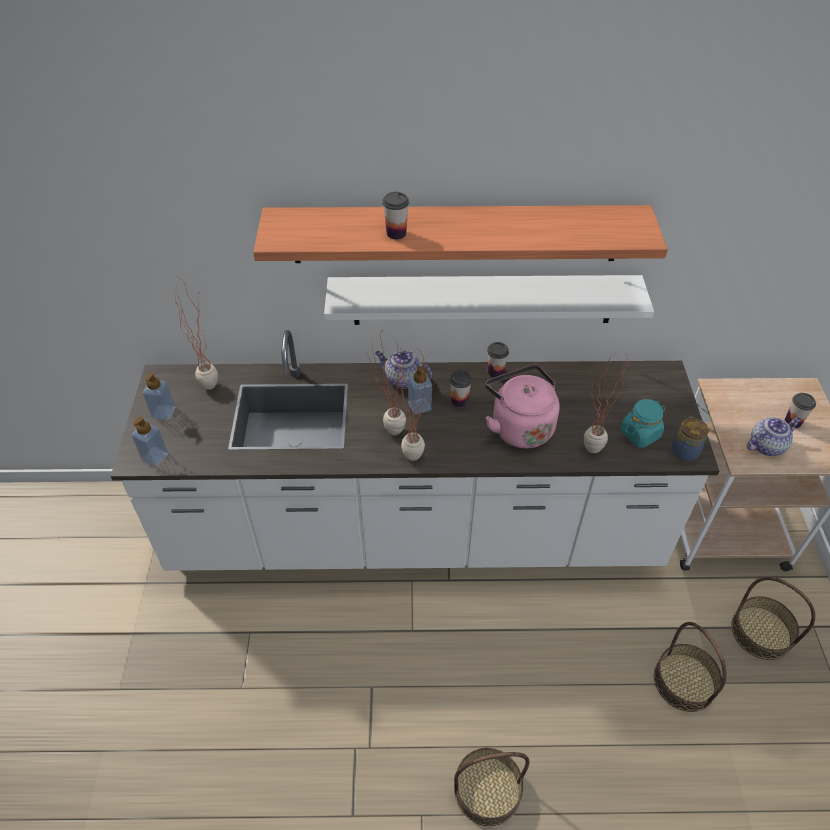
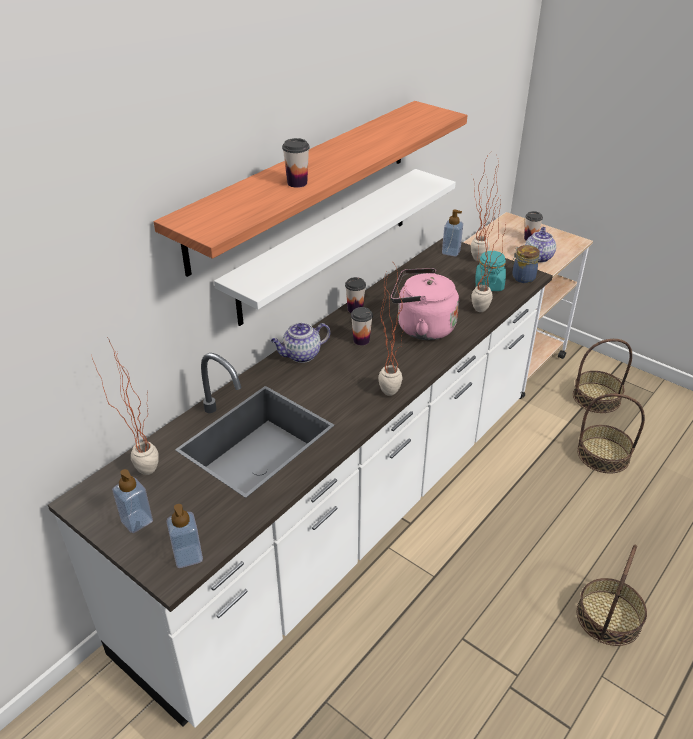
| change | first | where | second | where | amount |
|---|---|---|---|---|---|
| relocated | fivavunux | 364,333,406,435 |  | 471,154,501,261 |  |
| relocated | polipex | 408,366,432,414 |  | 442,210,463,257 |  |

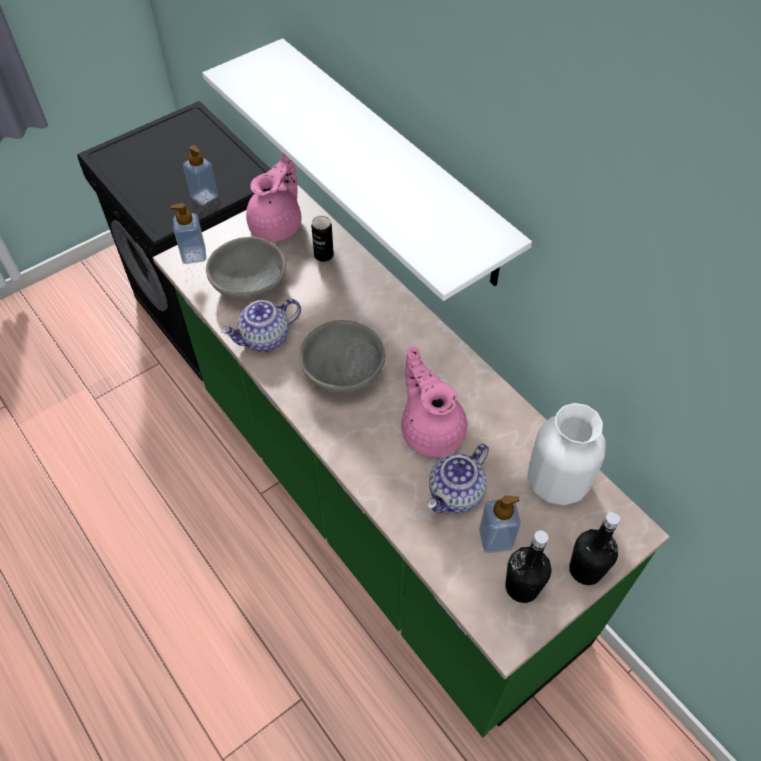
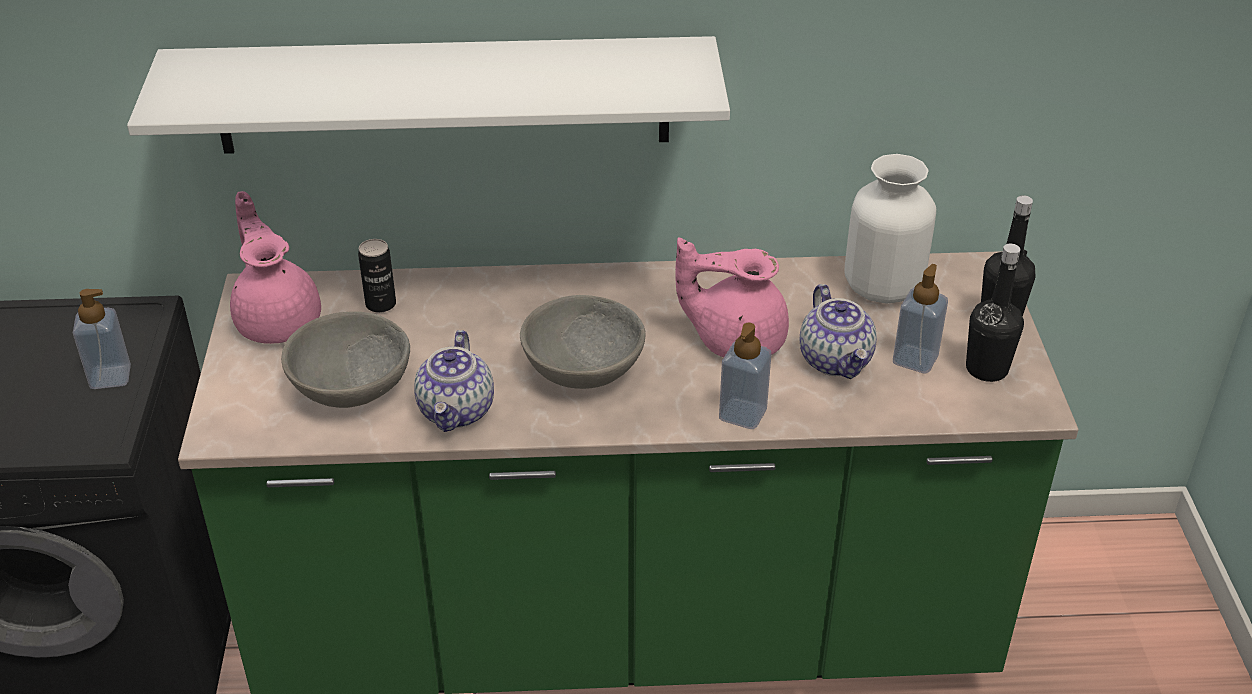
| change | first | where | second | where | amount |
|---|---|---|---|---|---|
| relocated | polipex | 171,203,206,264 |  | 719,323,771,429 |  |

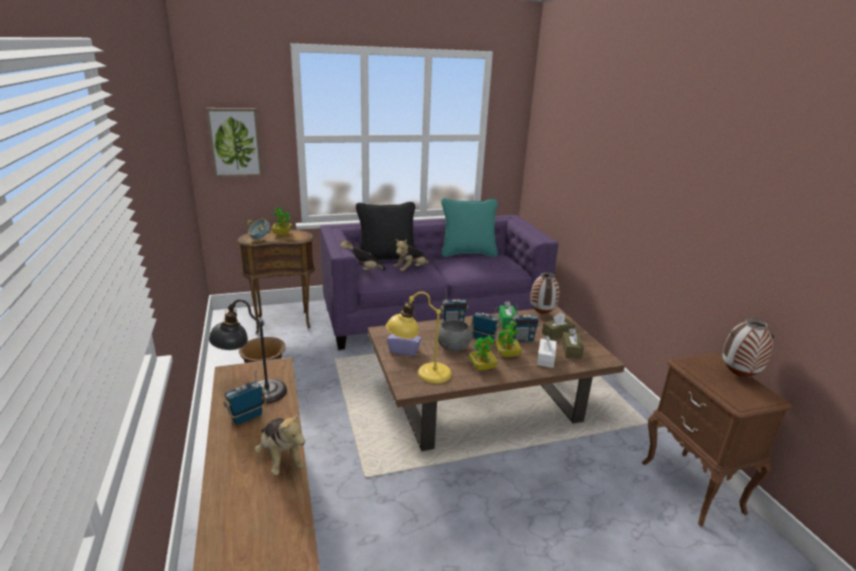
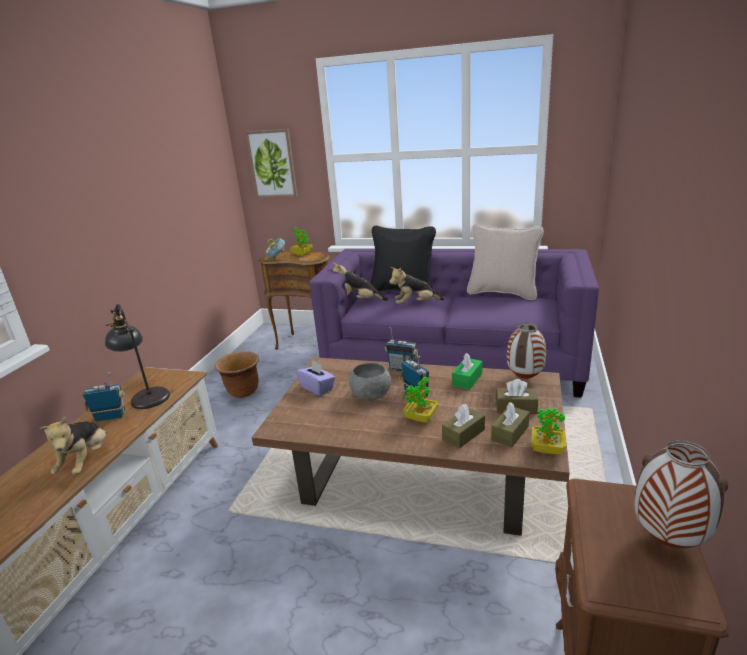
| change | first | where | second | where | amount |
|---|---|---|---|---|---|
| missing | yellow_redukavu | 386,292,452,384 |  |  |  |
| colour | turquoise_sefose | 442,198,498,257 | beige_sefose | 467,224,544,300 |  |
| relocated | fivavunux | 469,336,498,371 |  | 531,408,566,454 |  |
| missing | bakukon | 509,304,540,342 |  |  |  |
| colour | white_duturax | 537,335,557,368 | brown_duturax | 442,404,485,449 |  |

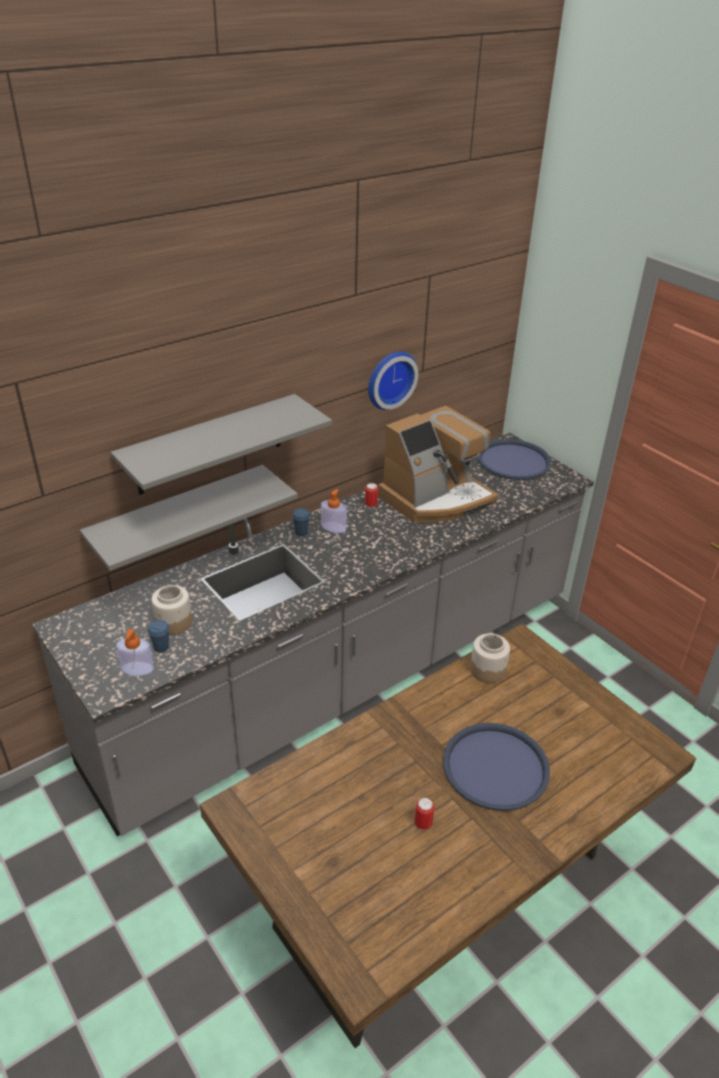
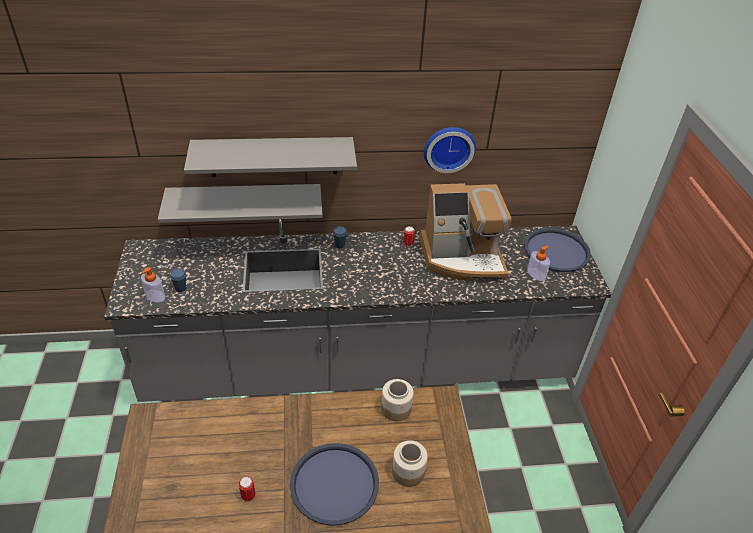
| change | first | where | second | where | amount |
|---|---|---|---|---|---|
| relocated | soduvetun | 151,585,192,635 |  | 392,440,428,487 |  |
| relocated | polipex | 321,489,347,533 |  | 527,246,550,281 |  |

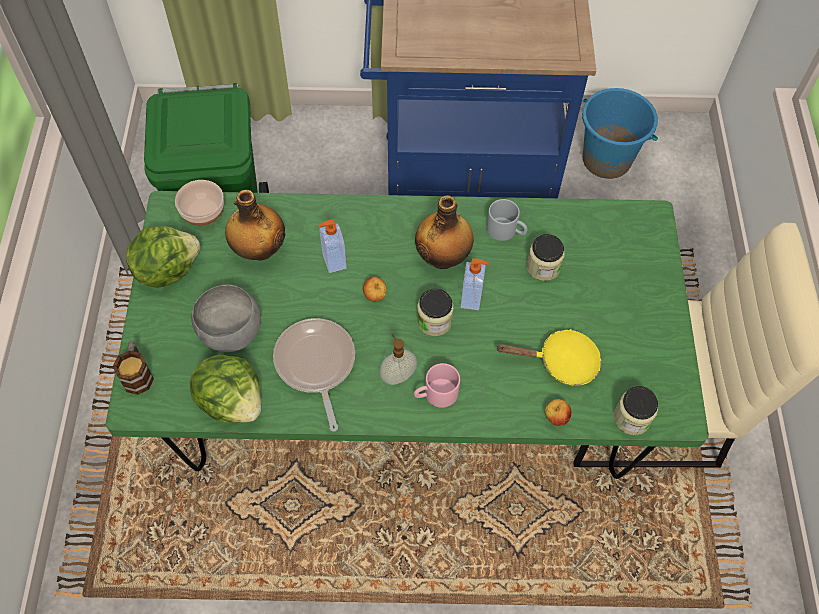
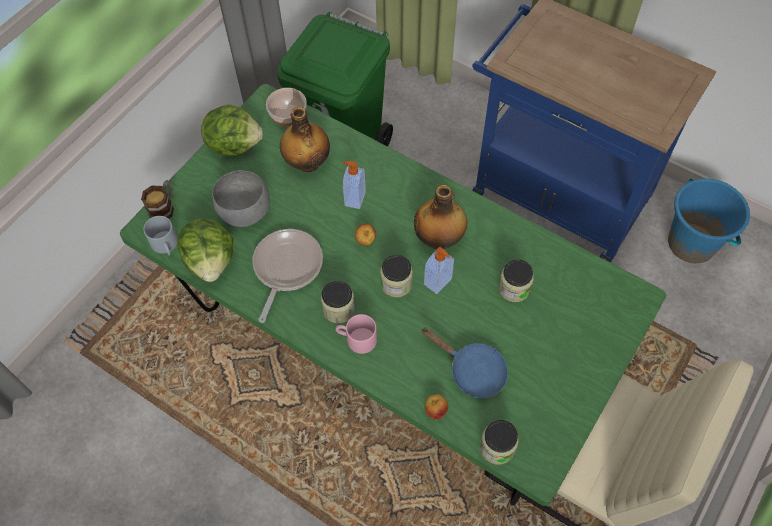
| change | first | where | second | where | amount |
|---|---|---|---|---|---|
| exchanged | polipex | 380,334,417,385 | soduvetun | 321,281,355,323 |  |
| relocated | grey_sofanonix | 486,199,527,241 |  | 143,216,178,256 |  |
| colour | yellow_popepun | 496,329,601,386 | blue_popepun | 421,327,508,398 |  |

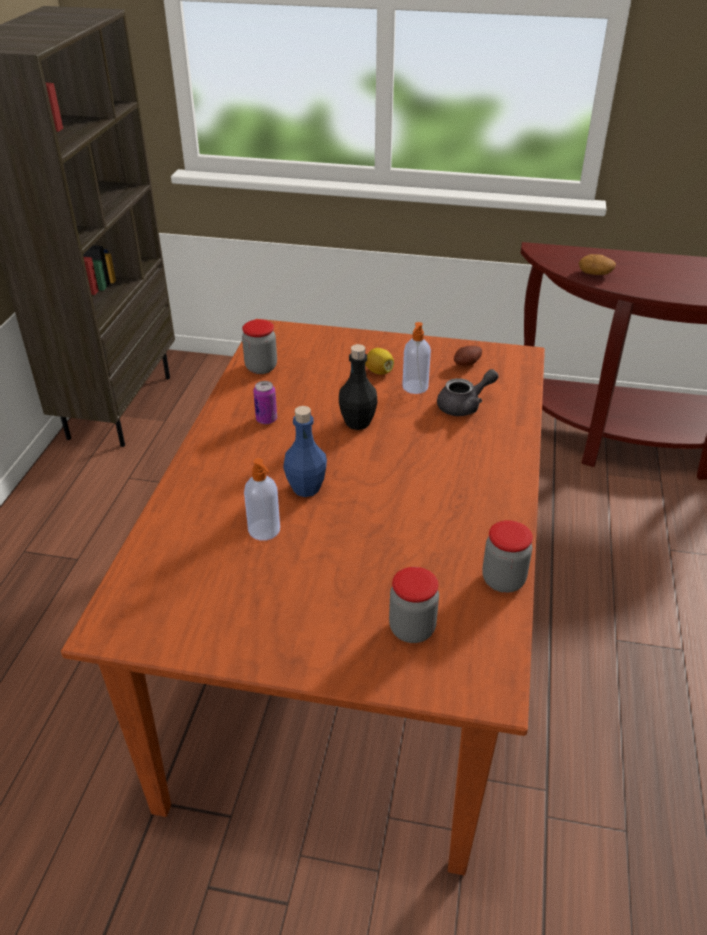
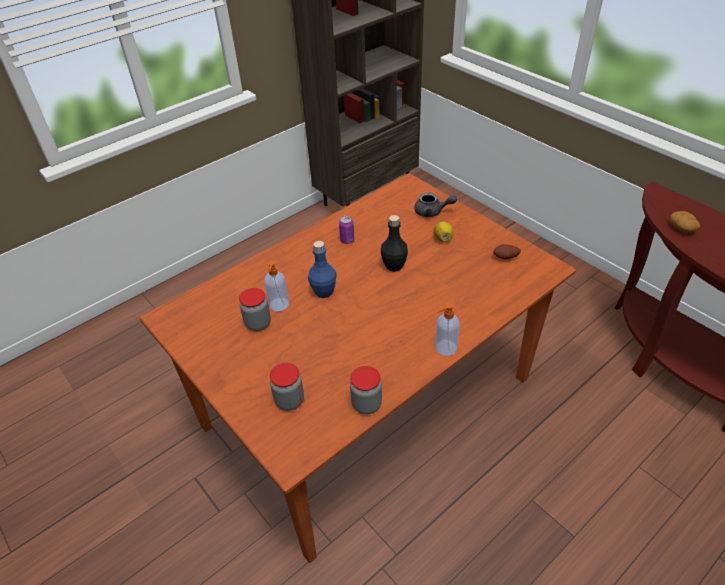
| change | first | where | second | where | amount |
|---|---|---|---|---|---|
| relocated | soduvetun | 242,319,277,374 |  | 239,288,271,331 |  |
| relocated | polipex | 402,322,431,394 |  | 435,303,460,356 |  |
| relocated | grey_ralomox | 437,369,498,416 |  | 414,193,457,217 |  |

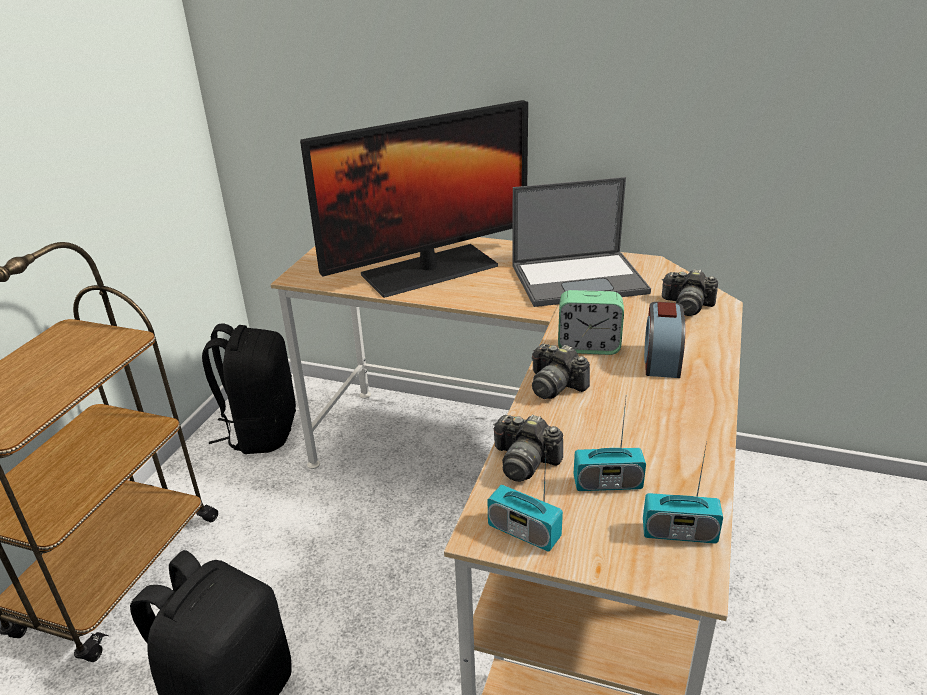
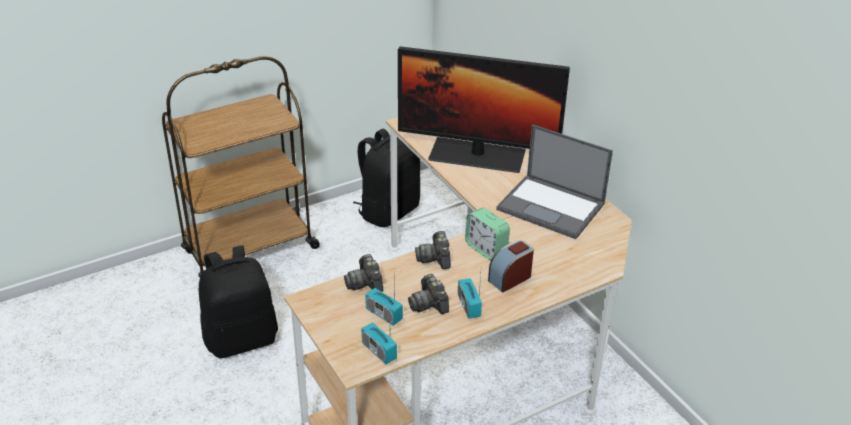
| change | first | where | second | where | amount |
|---|---|---|---|---|---|
| relocated | bakukon | 488,446,563,552 |  | 458,275,482,319 |  |
| relocated | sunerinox | 662,269,718,316 |  | 408,274,449,314 |  |

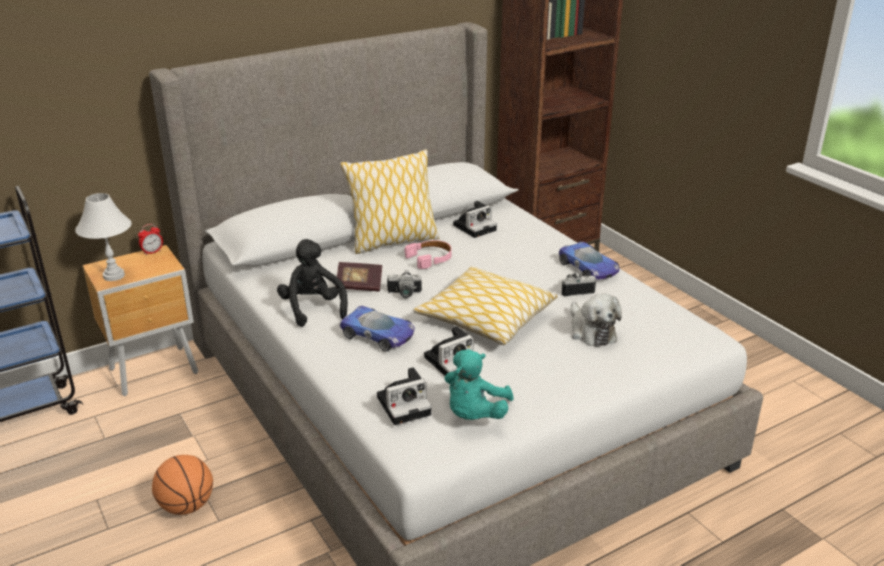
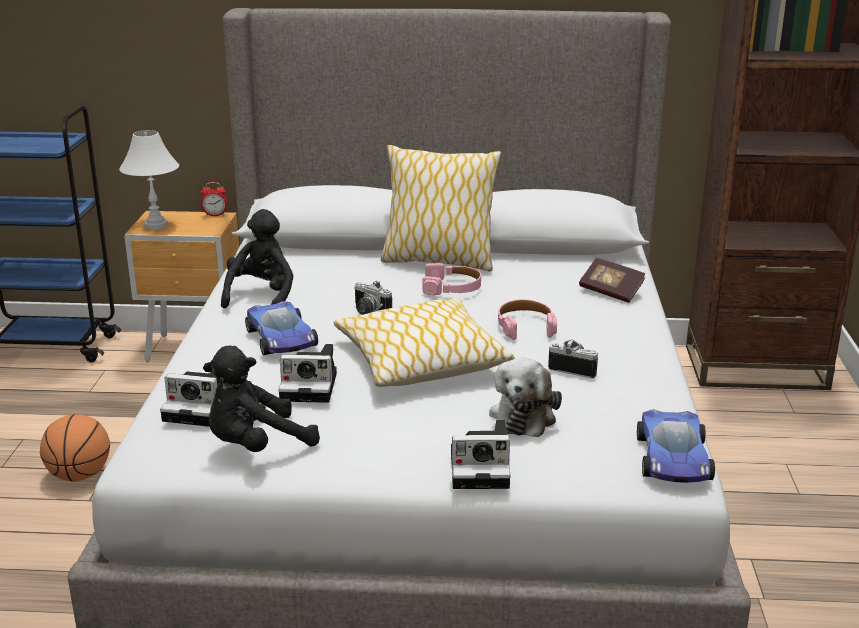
| change | first | where | second | where | amount |
|---|---|---|---|---|---|
| relocated | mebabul | 335,262,382,292 |  | 579,258,645,303 |  |
| colour | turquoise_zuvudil | 444,349,514,420 | black_zuvudil | 203,346,320,452 |  |
| relocated | sunerinox | 453,201,497,238 |  | 451,420,511,489 |  |
| relocated | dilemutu | 559,241,620,280 |  | 637,409,715,483 |  |
| appeared |  |  | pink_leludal | 498,299,557,340 |  |

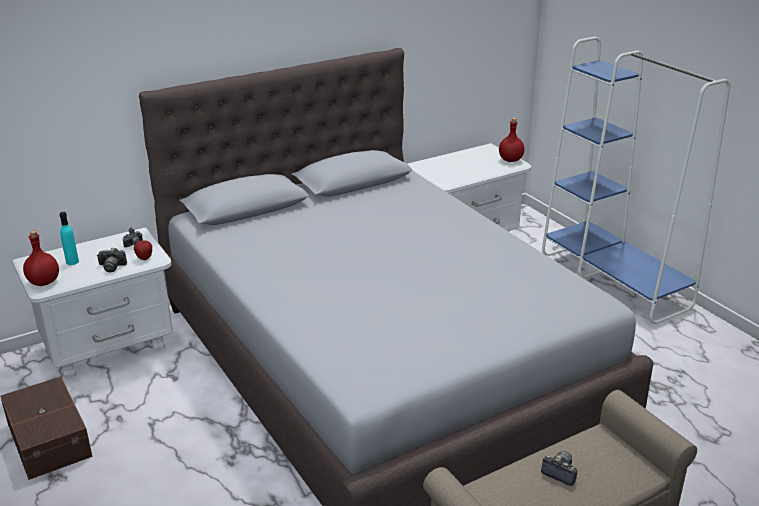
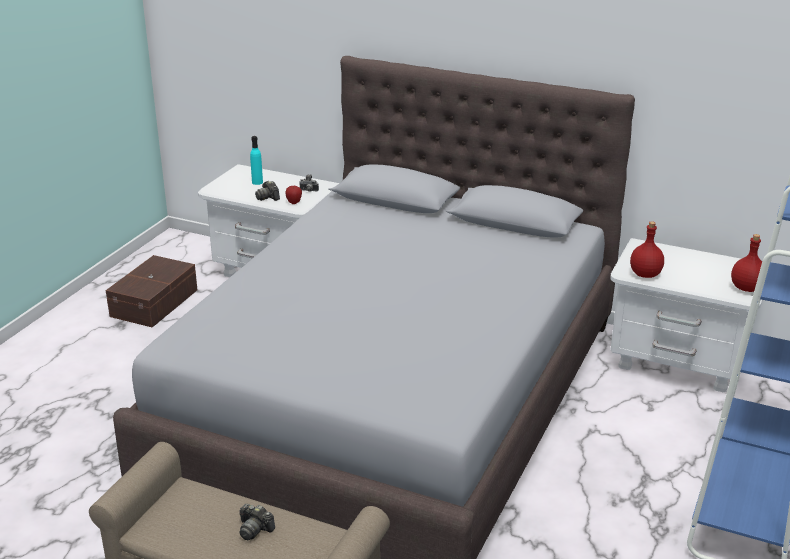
| change | first | where | second | where | amount |
|---|---|---|---|---|---|
| relocated | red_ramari | 23,231,59,286 |  | 630,221,664,278 |  |
| spun | sunerinox | 541,451,578,486 |  | 239,504,275,540 | 120 degrees clockwise |

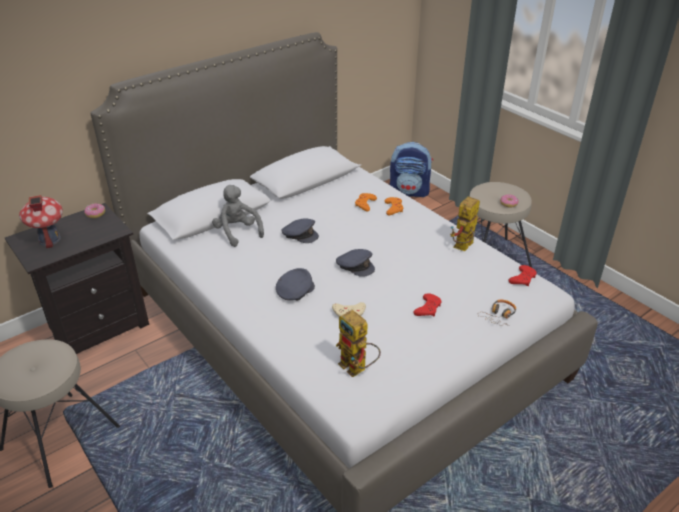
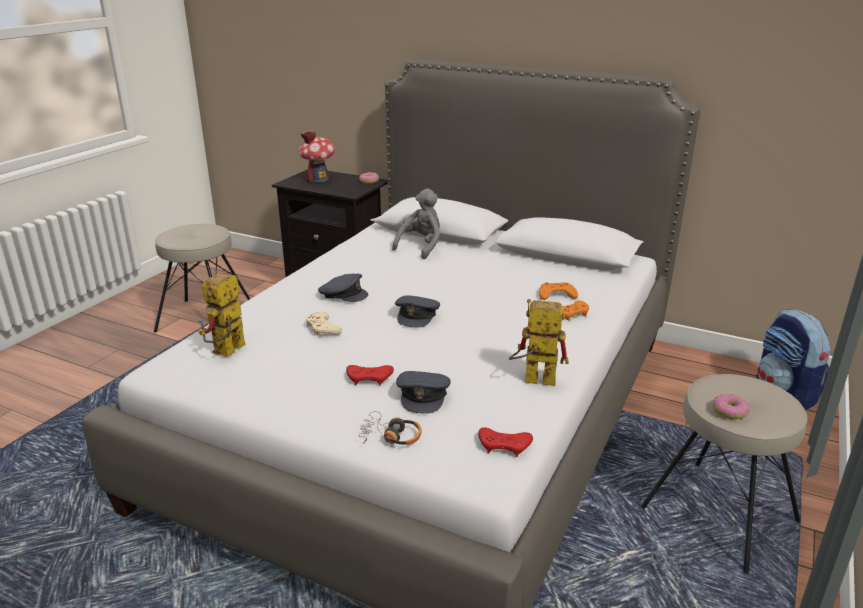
| change | first | where | second | where | amount |
|---|---|---|---|---|---|
| relocated | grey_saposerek | 281,218,319,243 |  | 396,371,450,414 |  |

